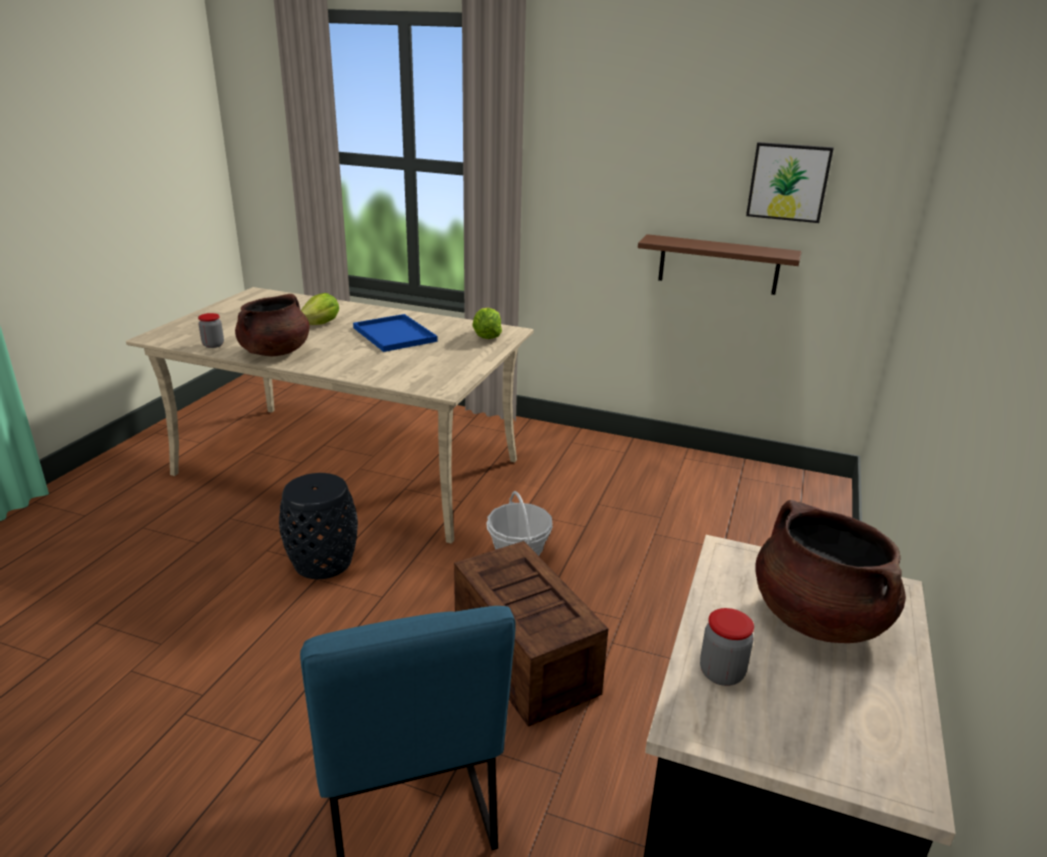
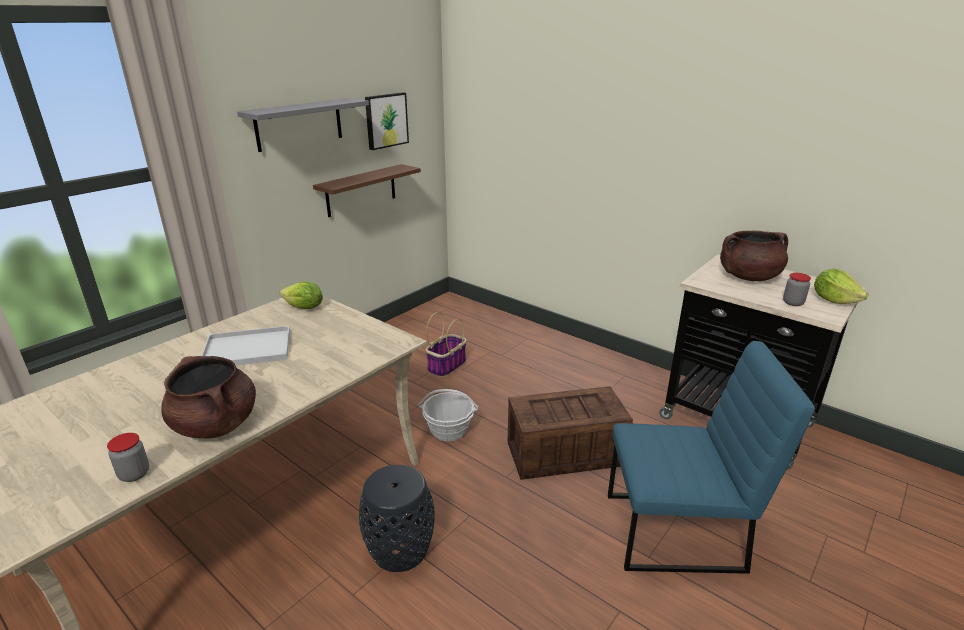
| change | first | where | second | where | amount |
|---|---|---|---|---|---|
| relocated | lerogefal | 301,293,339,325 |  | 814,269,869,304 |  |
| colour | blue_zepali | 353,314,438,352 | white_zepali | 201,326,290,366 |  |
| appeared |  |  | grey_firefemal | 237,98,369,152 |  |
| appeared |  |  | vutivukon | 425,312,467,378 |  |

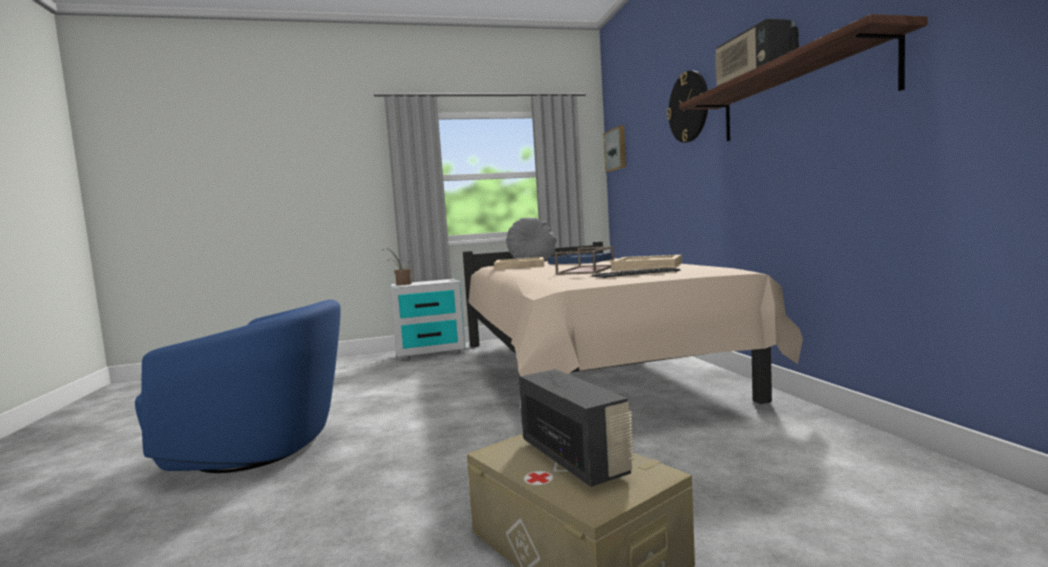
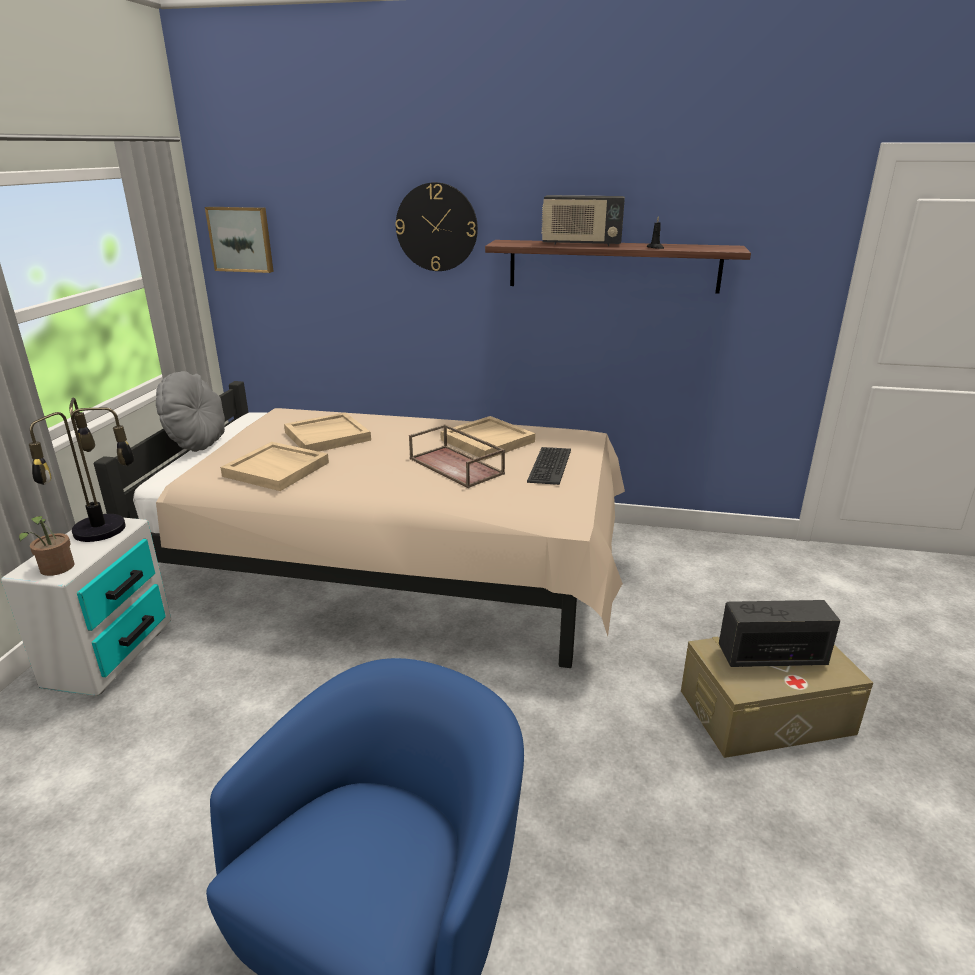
| change | first | where | second | where | amount |
|---|---|---|---|---|---|
| colour | blue_zepali | 548,253,612,264 | beige_zepali | 284,412,371,452 |  |
| appeared |  |  | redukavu | 29,398,134,542 |  |

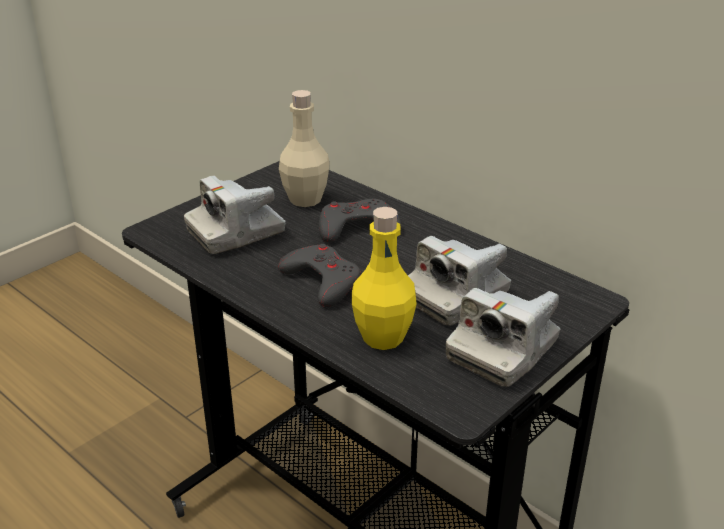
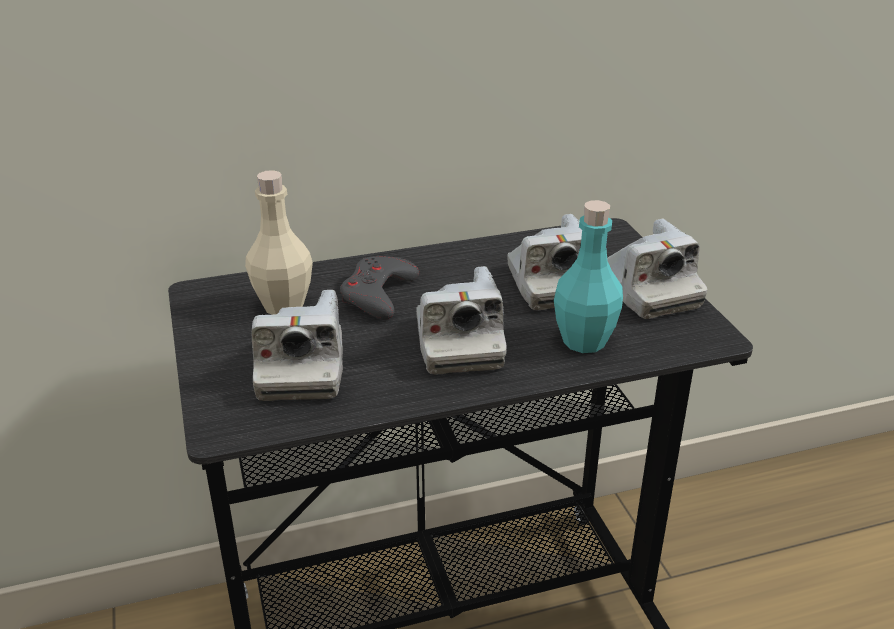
| change | first | where | second | where | amount |
|---|---|---|---|---|---|
| exchanged | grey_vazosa | 278,244,361,307 | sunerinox | 416,266,507,375 |  |
| colour | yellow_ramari | 352,207,417,350 | turquoise_ramari | 554,200,623,353 |  |

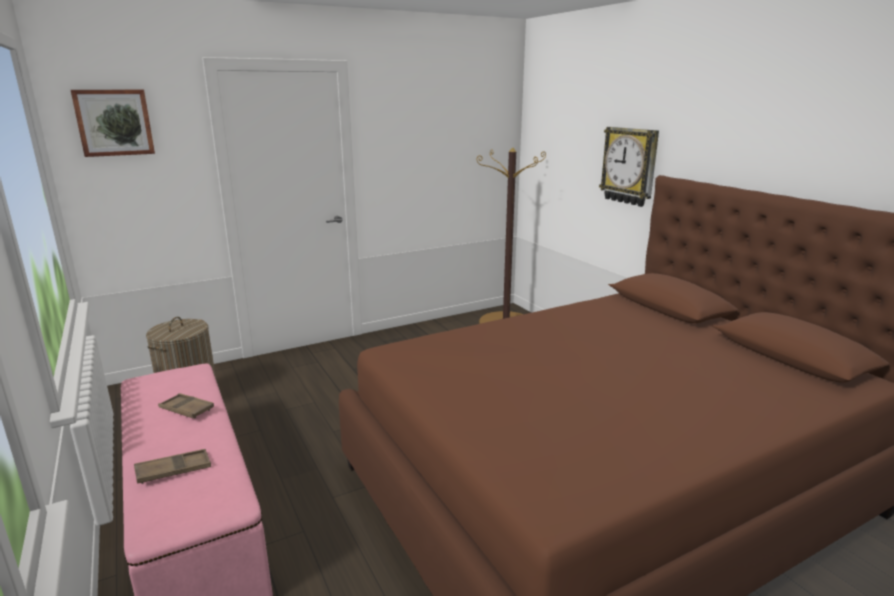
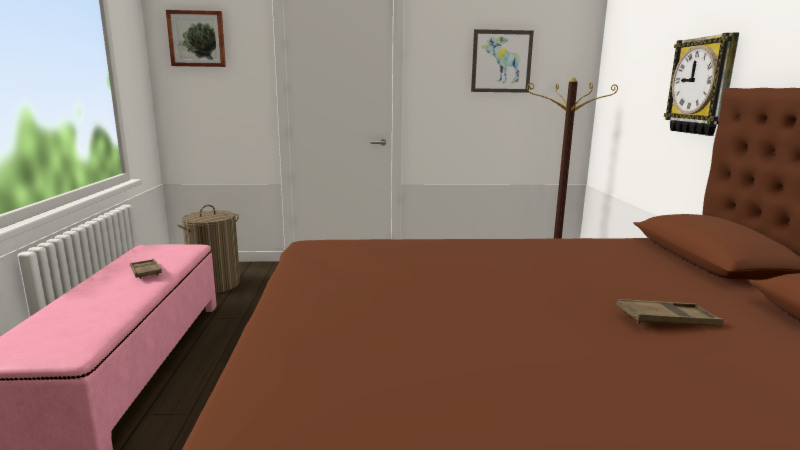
| change | first | where | second | where | amount |
|---|---|---|---|---|---|
| relocated | brown_zepali | 134,449,211,484 |  | 616,299,724,326 |  |
| appeared |  |  | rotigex | 471,29,534,93 |  |

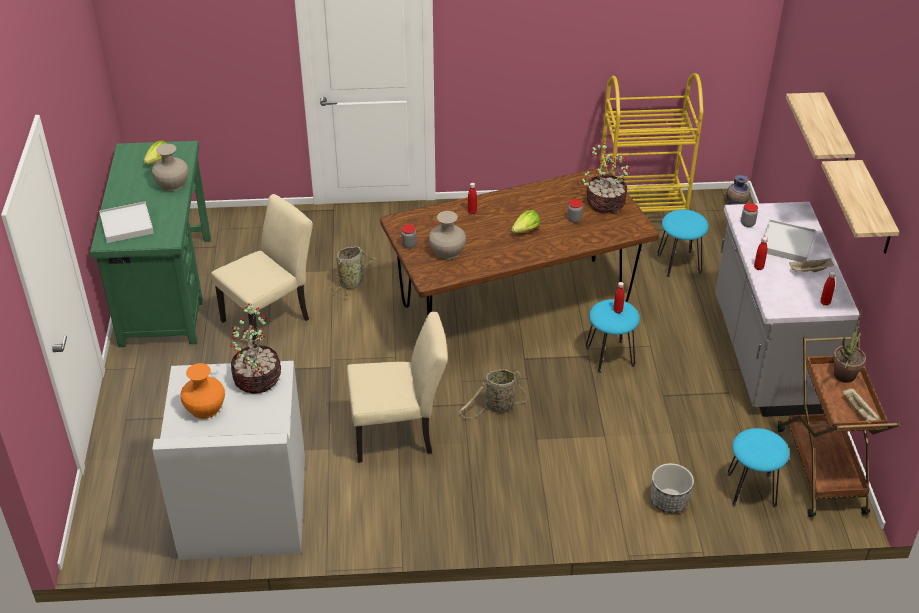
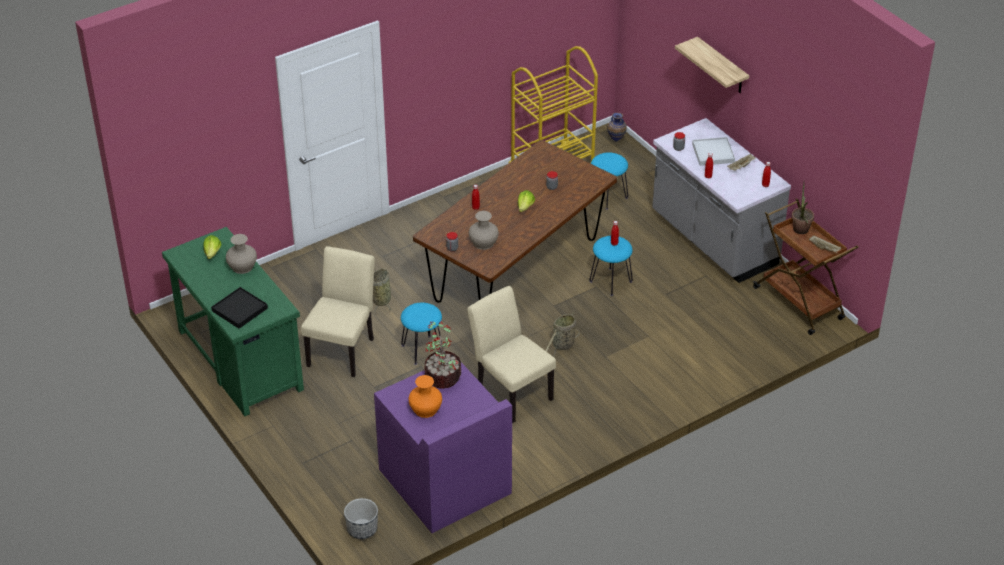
| change | first | where | second | where | amount |
|---|---|---|---|---|---|
| colour | white_zepali | 99,202,154,243 | black_zepali | 211,287,268,329 |  |
| colour | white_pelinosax | 152,361,305,560 | purple_pelinosax | 374,362,512,533 |  |
| spun | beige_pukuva | 347,312,448,463 |  | 467,286,556,423 | 90 degrees counterclockwise |
| missing | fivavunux | 579,142,630,214 |  |  |  |
| relocated | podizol | 651,463,694,513 |  | 344,498,378,539 |  |
| relocated | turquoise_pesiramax | 727,428,789,508 |  | 401,302,443,365 |  |
| missing | firefemal | 821,160,899,254 |  |  |  |

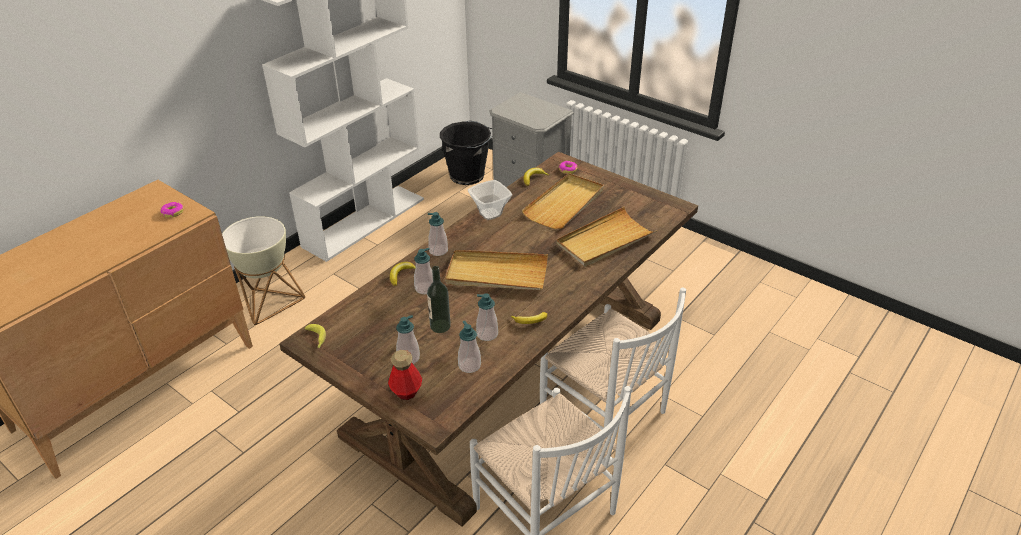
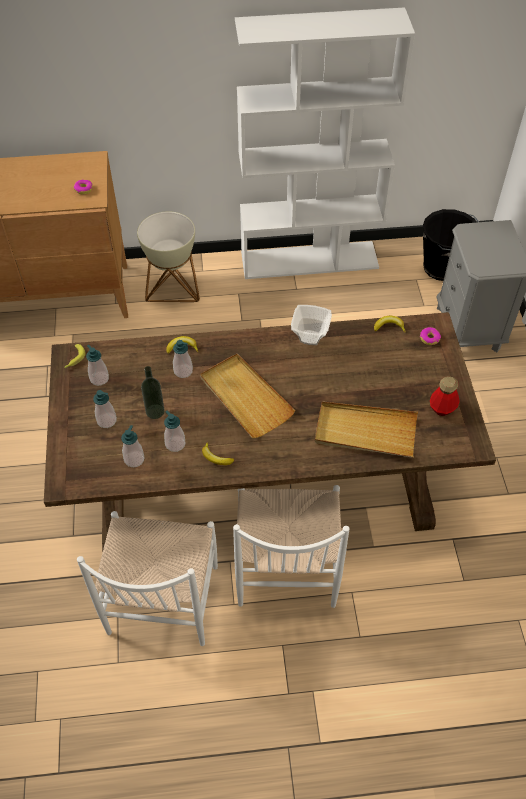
| change | first | where | second | where | amount |
|---|---|---|---|---|---|
| relocated | ramari | 388,350,422,400 |  | 430,376,460,416 |  |
| relocated | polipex | 428,212,448,256 |  | 86,345,109,386 |  |
| missing | beige_zepali | 522,173,604,229 |  |  |  |

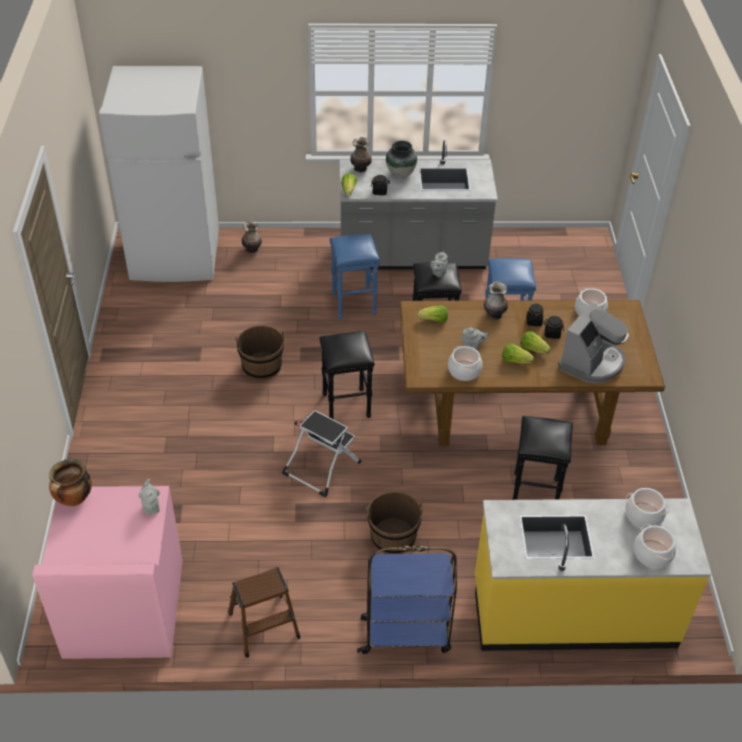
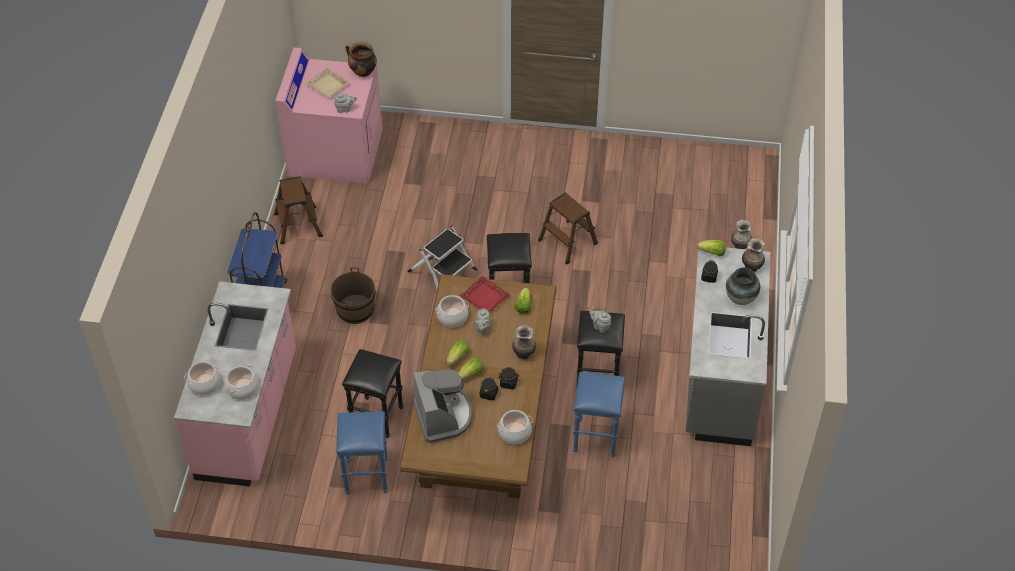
| change | first | where | second | where | amount |
|---|---|---|---|---|---|
| missing | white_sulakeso | 99,66,219,282 |  |  |  |
| exchanged | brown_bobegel | 235,325,284,380 | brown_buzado | 538,192,598,265 |  |
| relocated | blue_pesiramax | 330,233,380,319 |  | 336,411,388,494 |  |
| colour | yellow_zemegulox | 475,498,711,651 | pink_zemegulox | 174,281,296,486 |  |
| spun | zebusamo | 558,302,629,383 |  | 413,369,472,443 | 150 degrees counterclockwise |
| appeared |  |  | beige_zepali | 305,68,350,99 |  |
| appeared |  |  | red_zepali | 460,276,510,313 |  |

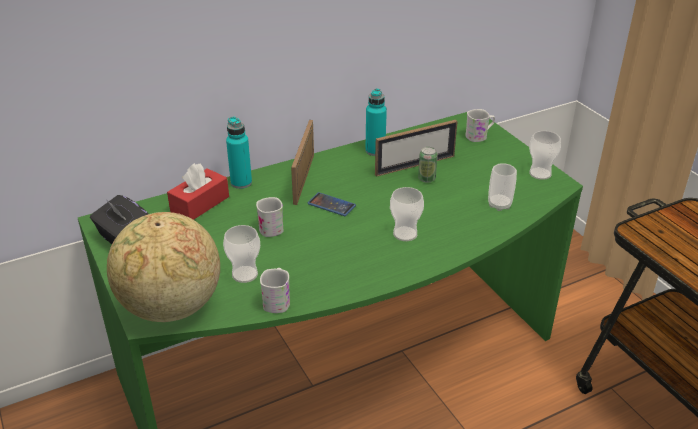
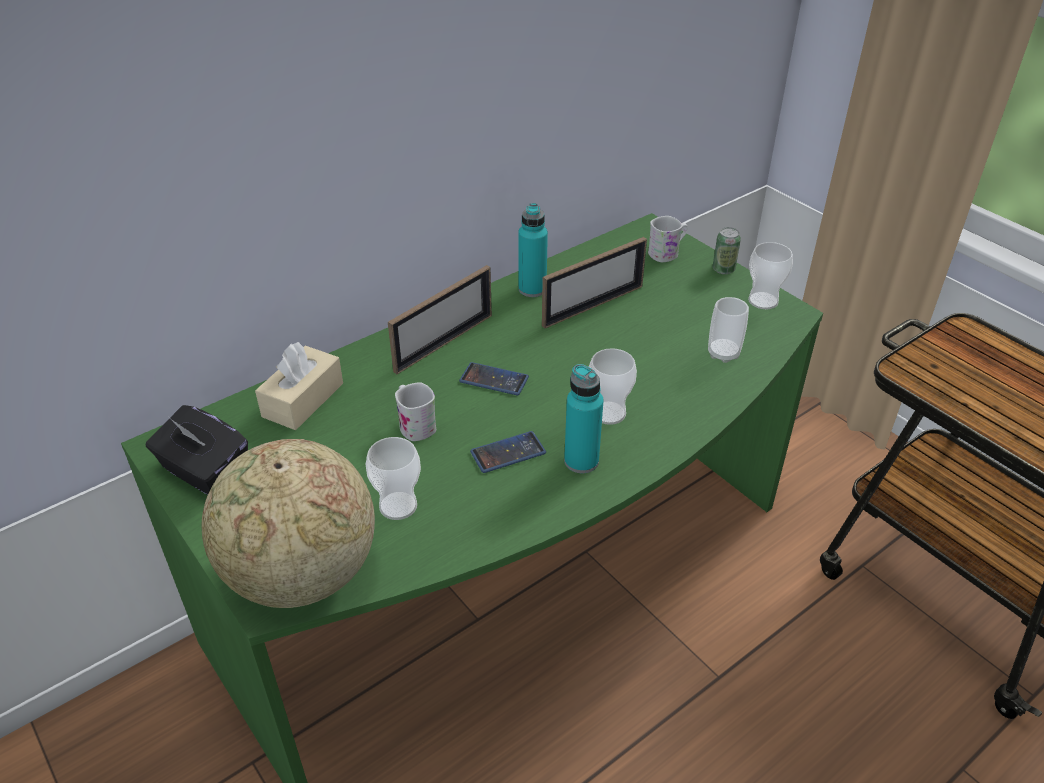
| change | first | where | second | where | amount |
|---|---|---|---|---|---|
| colour | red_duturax | 167,163,229,220 | beige_duturax | 255,342,343,430 |  |
| relocated | turquoise_ramari | 226,117,252,189 |  | 564,364,604,473 |  |
| missing | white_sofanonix | 260,268,290,313 |  |  |  |
| spun | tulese | 291,120,314,205 |  | 388,265,492,374 | 135 degrees counterclockwise |
| relocated | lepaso | 418,147,438,183 |  | 713,227,741,274 |  |
| appeared |  |  | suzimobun | 470,431,546,473 |  |

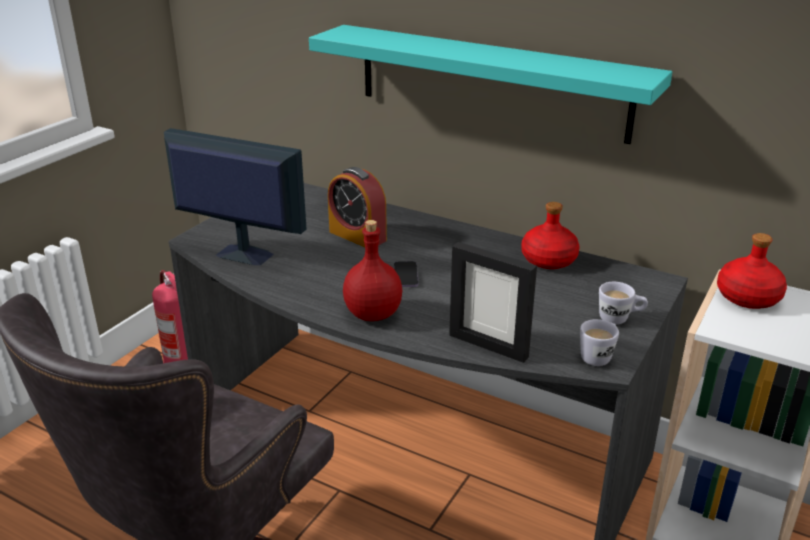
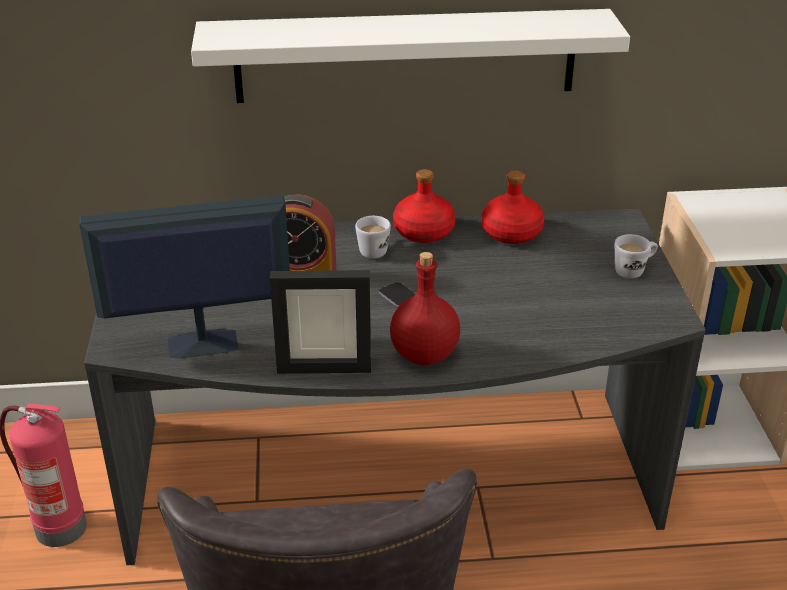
| change | first | where | second | where | amount |
|---|---|---|---|---|---|
| colour | turquoise_firefemal | 309,25,672,144 | white_firefemal | 191,9,630,103 |  |
| relocated | tulese | 449,242,537,363 |  | 270,270,371,374 |  |
| relocated | white_sofanonix | 580,319,619,366 |  | 355,216,391,259 |  |
| relocated | red_ramari | 717,233,787,309 |  | 393,169,456,243 |  |

